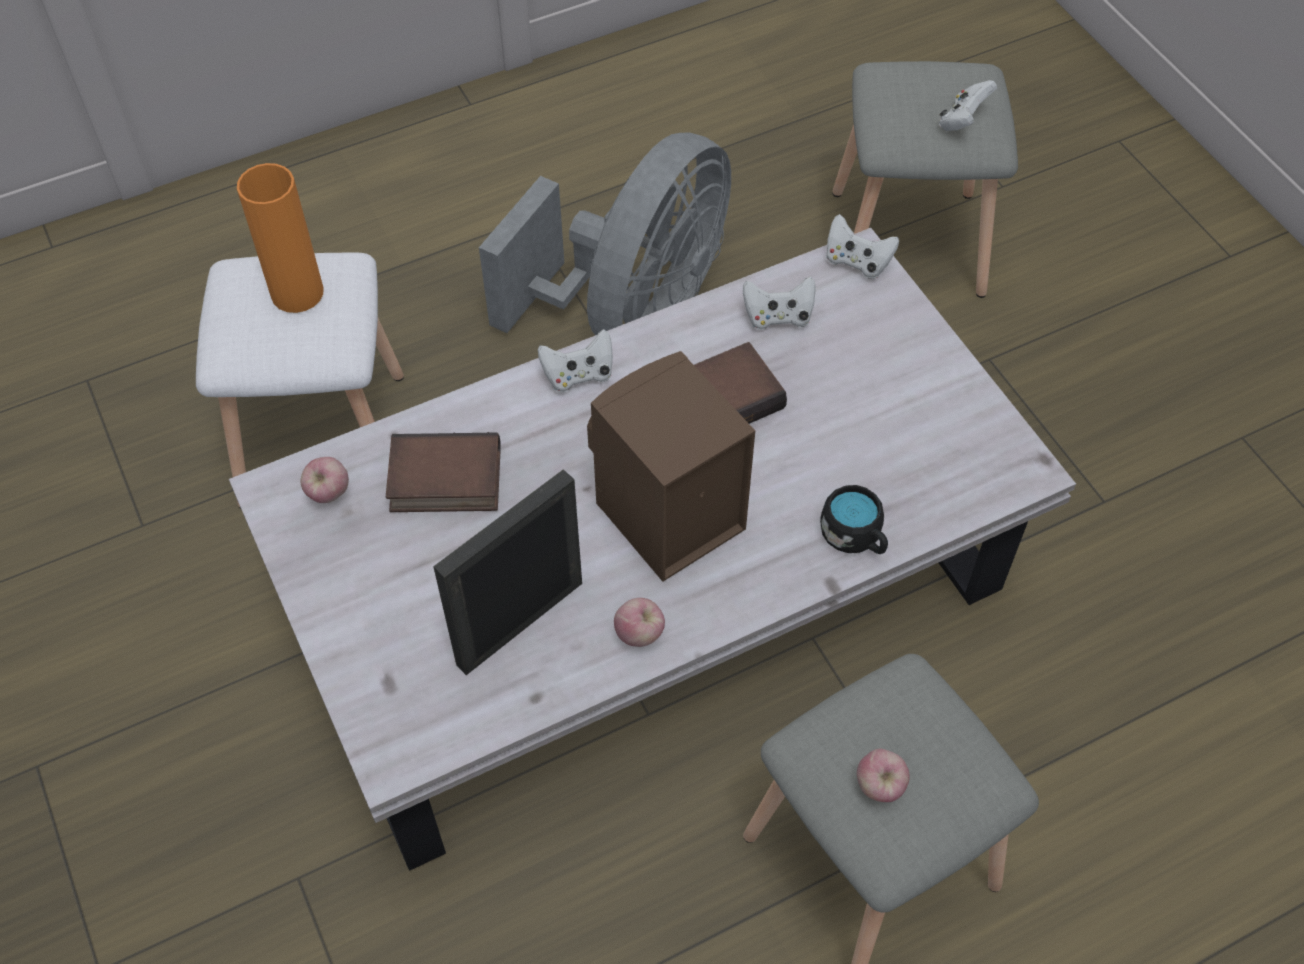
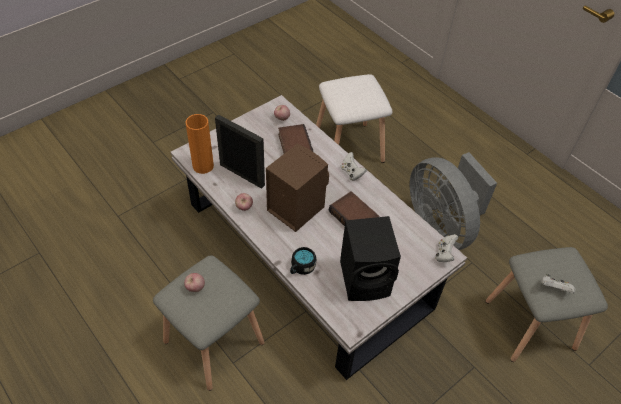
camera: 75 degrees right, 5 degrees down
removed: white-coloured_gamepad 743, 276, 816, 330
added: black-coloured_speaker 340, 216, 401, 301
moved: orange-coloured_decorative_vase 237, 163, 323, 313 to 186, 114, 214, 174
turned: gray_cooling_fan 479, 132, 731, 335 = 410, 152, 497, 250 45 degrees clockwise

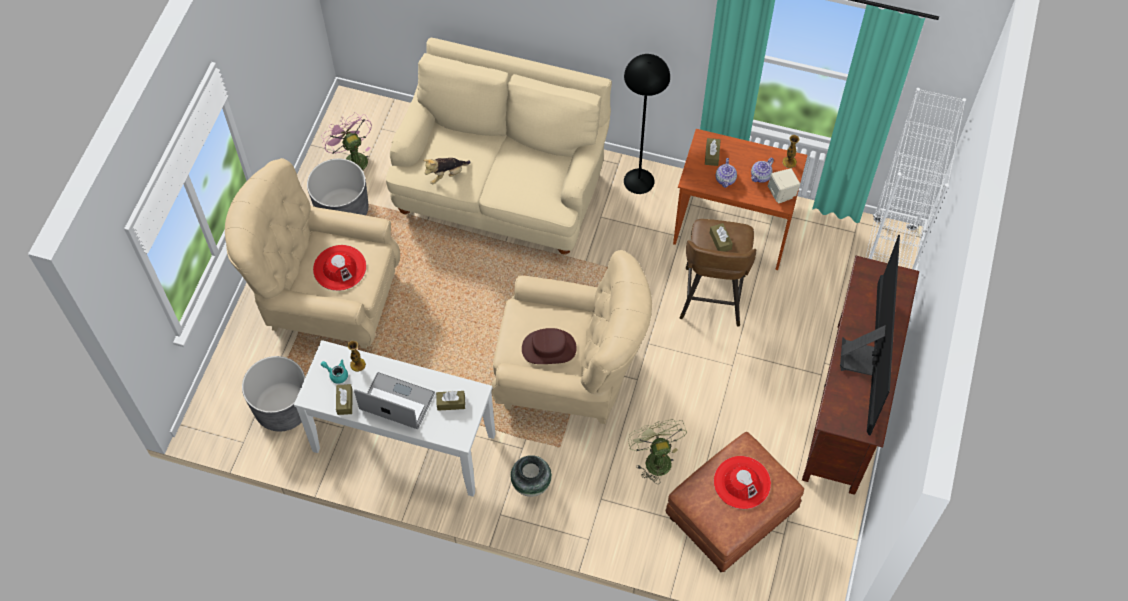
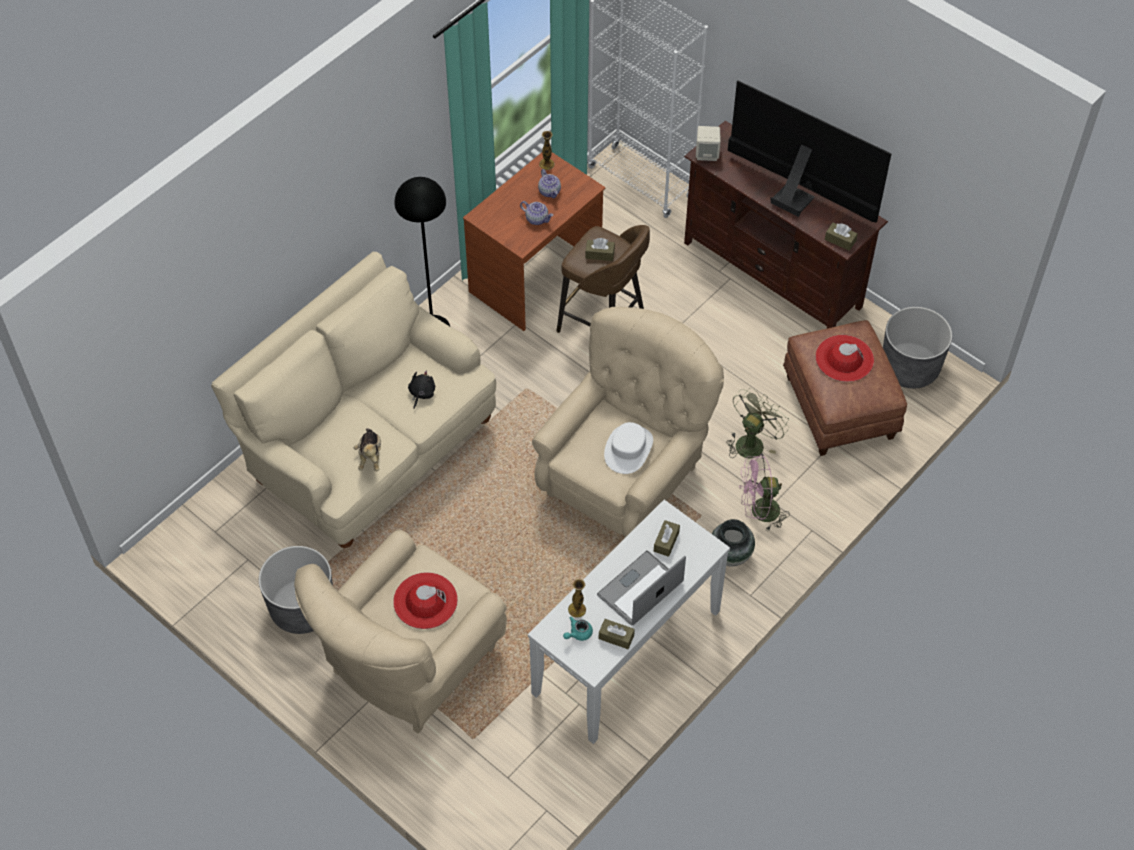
camera: 65 degrees left, 5 degrees down
added: black-coloured_plush_toy 408, 371, 436, 409
moved: pinkish_cooling_fan 321, 112, 372, 170 to 739, 455, 790, 530; brown-coloured_box_of_tissues 705, 138, 721, 166 to 825, 223, 858, 251; beige-coloured_speaker 768, 168, 800, 204 to 696, 126, 721, 161; gray_planter 242, 356, 305, 431 to 883, 307, 952, 389
recoloured: brown-coloured_hat 522, 328, 577, 364 to white-coloured_hat 604, 422, 653, 474
turned: green-coloured_cooling_fan 628, 419, 687, 484 = 726, 388, 789, 458 120 degrees clockwise

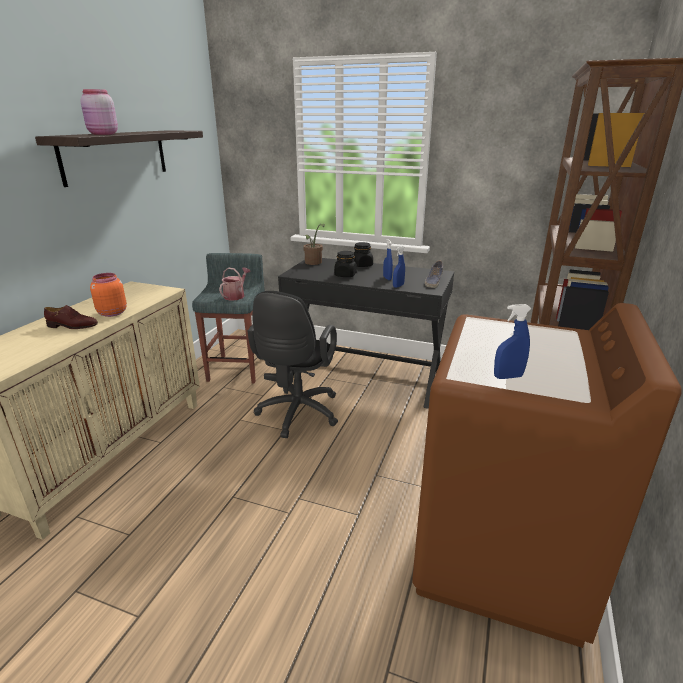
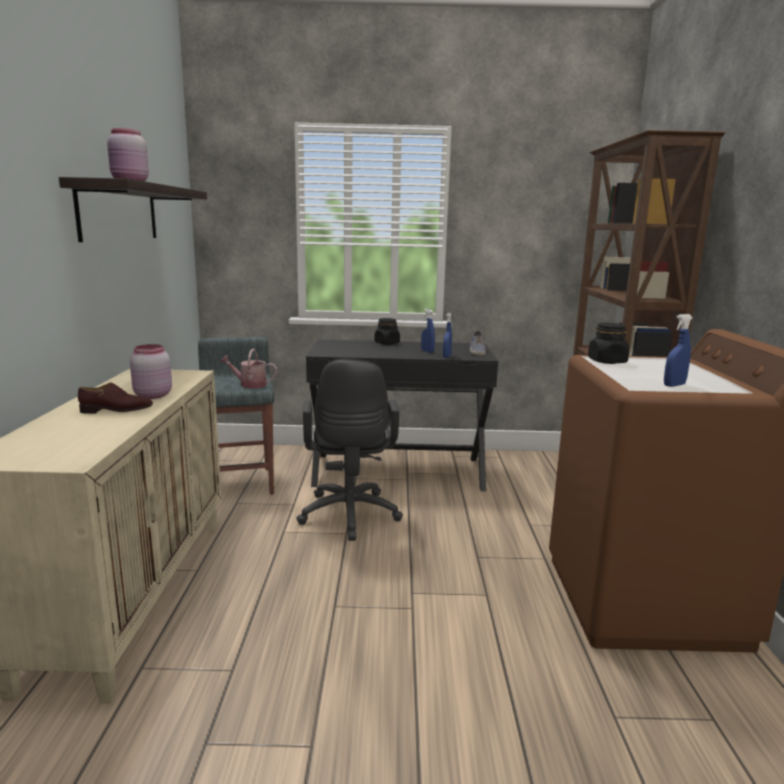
camera: 20 degrees left, 10 degrees down
removed: potted_plant 303, 224, 325, 265
moved: black-coloured_storage_jar 334, 251, 357, 277 to 588, 323, 629, 364
recoloured: orange-coloured_storage_jar 90, 273, 127, 317 to pinkish_storage_jar 130, 344, 172, 399
turned: sprinkling_can 219, 267, 251, 301 = 220, 349, 277, 388 90 degrees counterclockwise

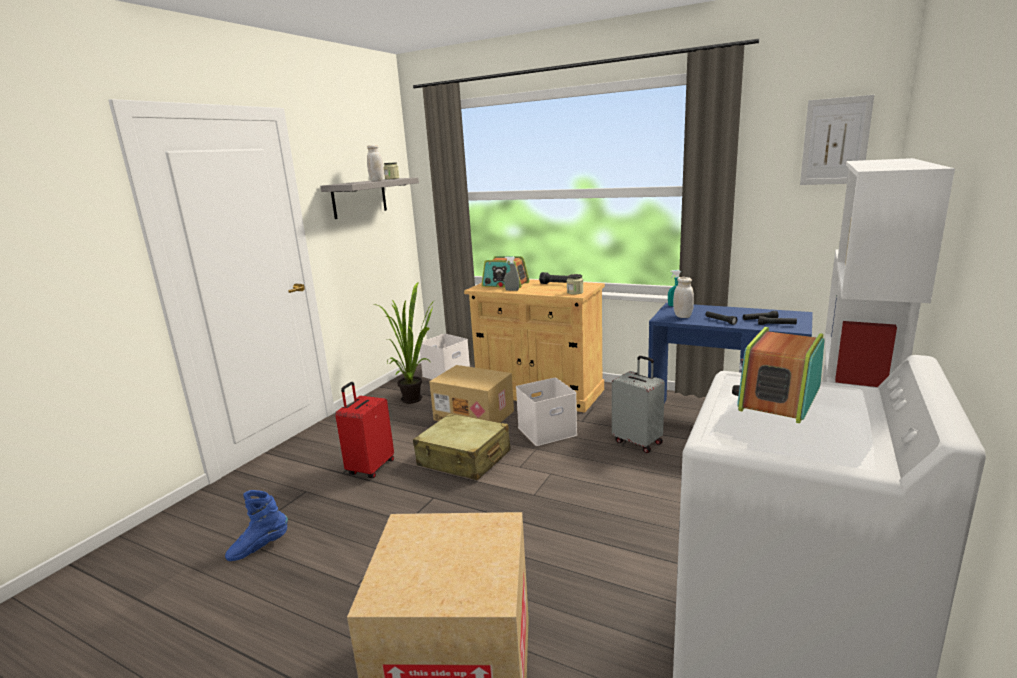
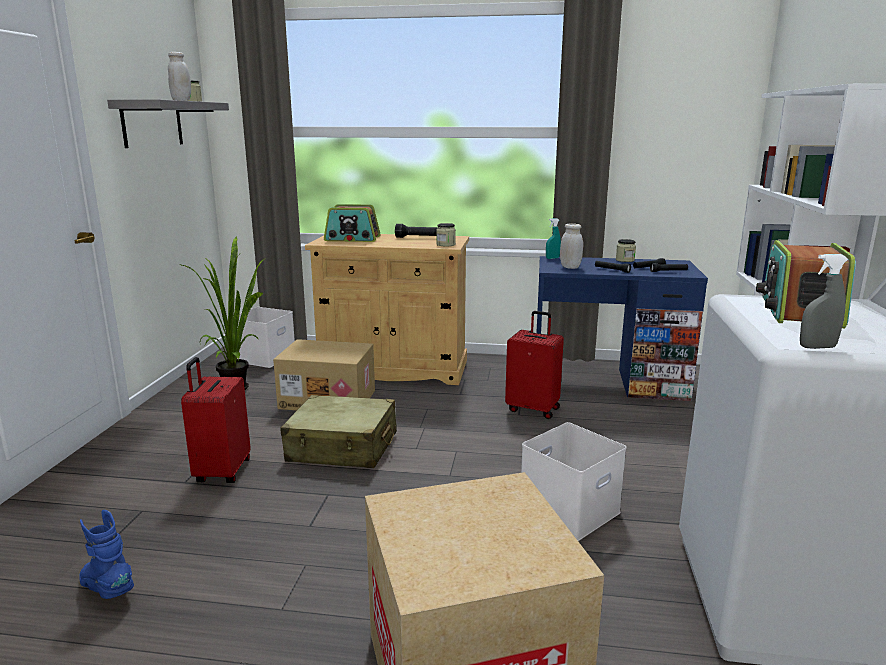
camera: 20 degrees left, 0 degrees up
removed: picture 800, 95, 874, 185
added: storage_jar 616, 239, 636, 262
moved: gray_sprayer 504, 256, 519, 291 to 800, 254, 848, 349; white-coloured_storage_box 516, 378, 578, 446 to 521, 422, 627, 541
recoloured: gray_suitcase 612, 356, 665, 453 to reddish_suitcase 505, 311, 564, 419
turned: blue_tall_boot 225, 490, 288, 561 = 79, 510, 134, 599 90 degrees clockwise

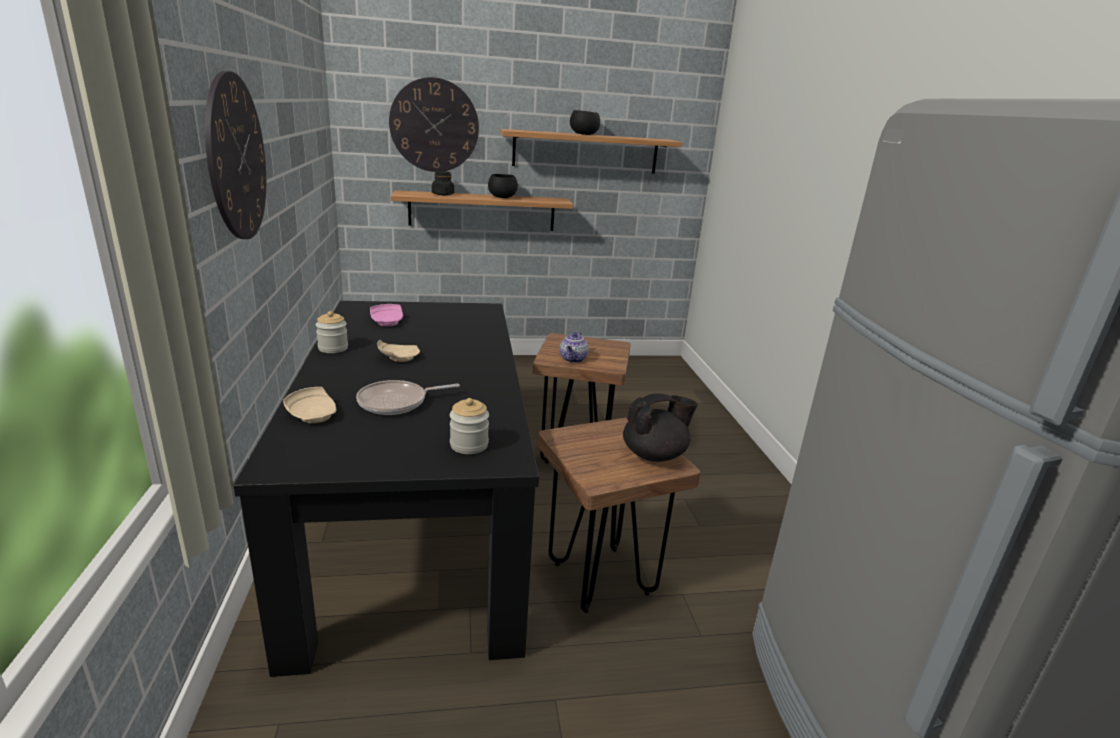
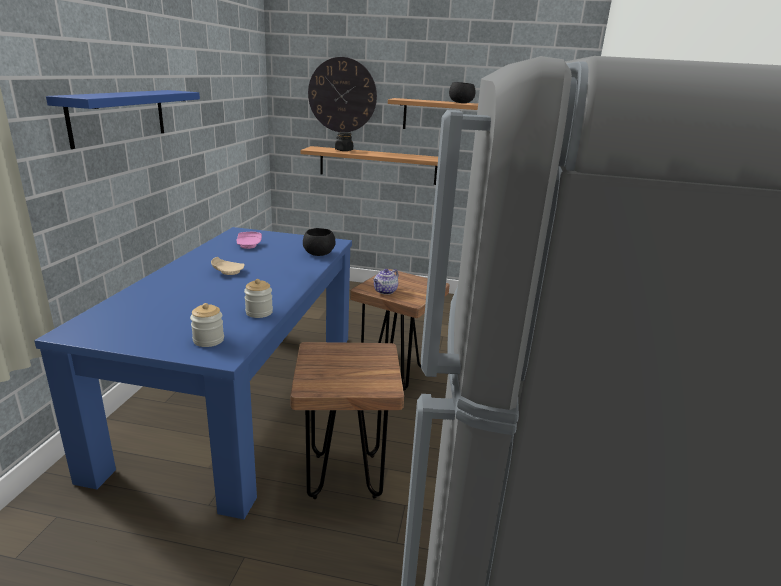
camera: 20 degrees right, 0 degrees up
removed: frying_pan 356, 380, 460, 415; beige-coloured_plate 283, 387, 337, 423; black-coloured_teapot 623, 393, 698, 462
moved: black-coloured_deep_dish 488, 174, 518, 198 to 303, 228, 336, 256; storage_jar 316, 311, 348, 353 to 244, 279, 273, 318
replaced: hanging_clock 205, 71, 266, 239 to blue_bracket_shelf 46, 90, 200, 149
recoloured: black-coloured_dining_table 233, 301, 539, 677 to blue_dining_table 34, 227, 352, 519

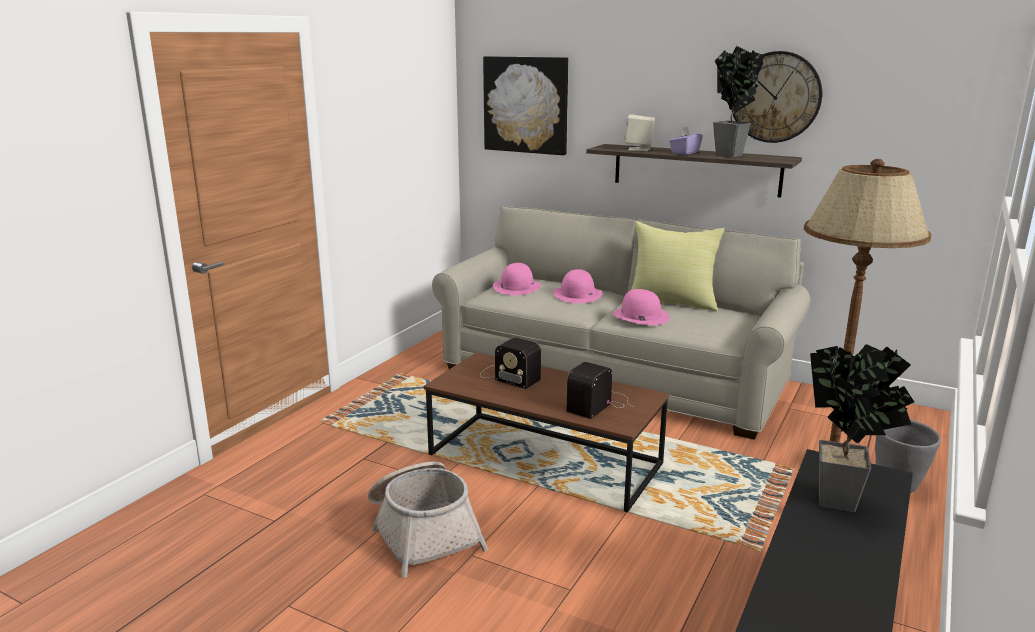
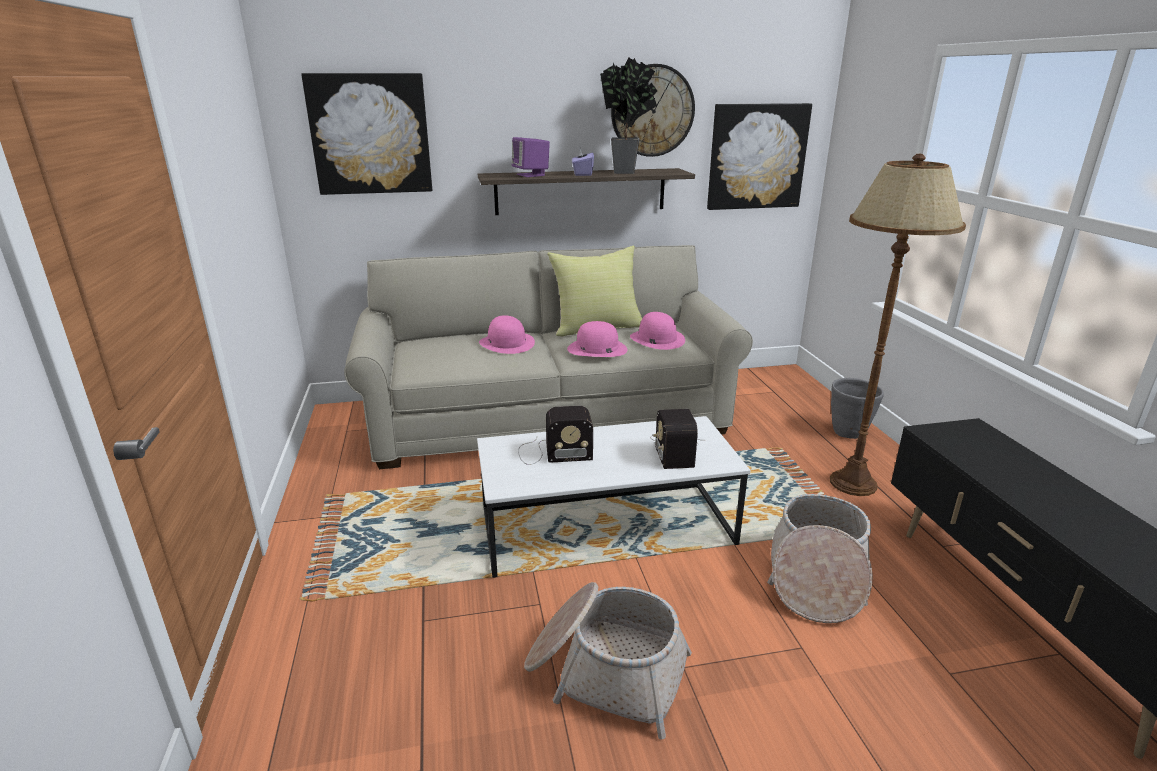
camera: 40 degrees left, 5 degrees up
removed: potted_plant 810, 344, 914, 512
added: picture 707, 103, 812, 210; basket 767, 494, 873, 623
moved: pinkish_hat 493, 263, 541, 295 to 630, 312, 685, 350
recoloured: beige-coloured_speaker 624, 114, 655, 151 to purple_speaker 512, 137, 550, 177; brown-coloured_coffee_table 424, 352, 669, 512 to white-coloured_coffee_table 477, 416, 750, 578

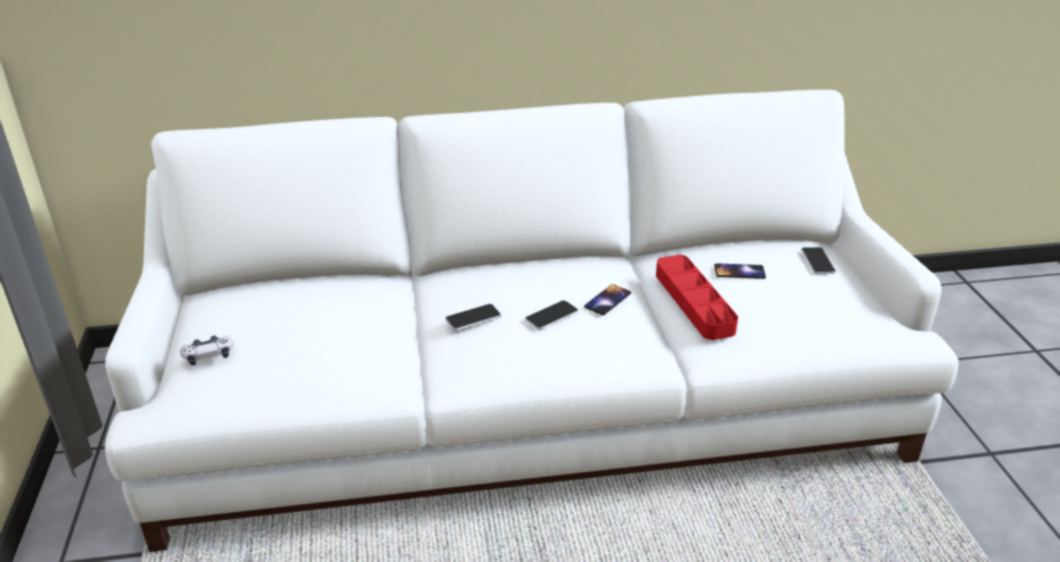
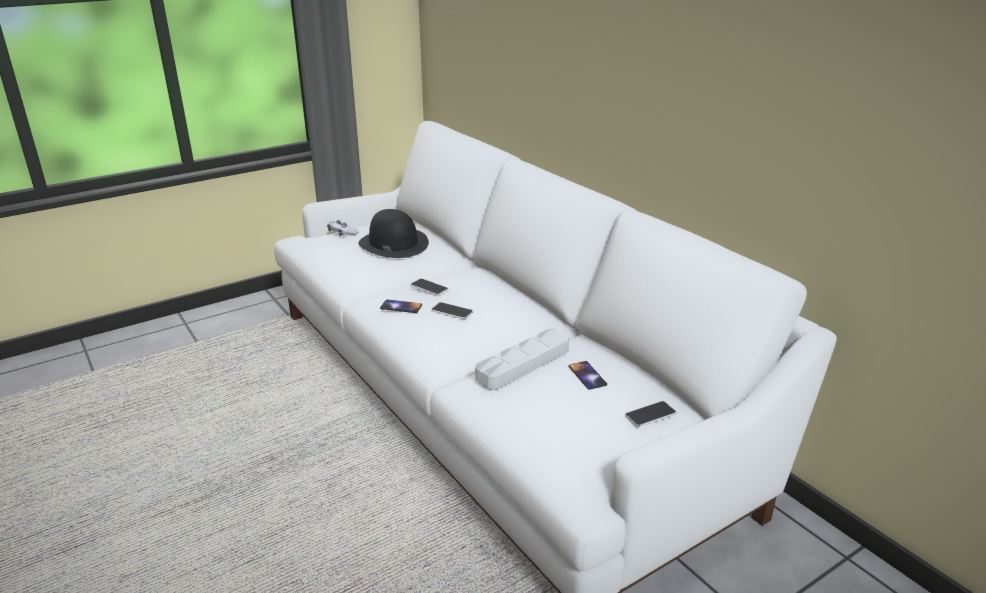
camera: 65 degrees right, 5 degrees down
added: black-coloured_hat 359, 209, 429, 258
moved: telephone 584, 284, 631, 315 to 380, 300, 422, 313
recoloured: reddish_carrying_tray 656, 255, 738, 340 to gray_carrying_tray 475, 329, 569, 390

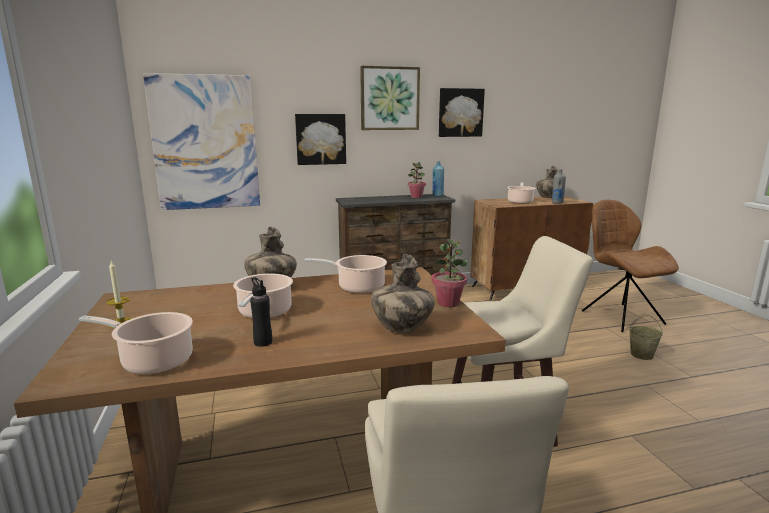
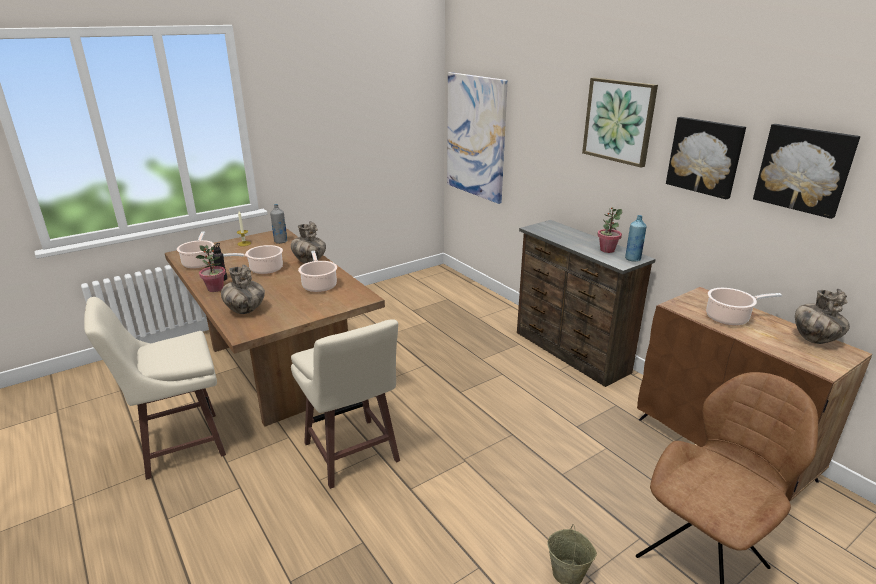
camera: 70 degrees right, 10 degrees up
moved: picture 295, 114, 346, 165 to 753, 124, 860, 219; gray_bottle 552, 169, 566, 204 to 270, 204, 287, 244; potted_plant 432, 239, 468, 307 to 196, 245, 226, 292

